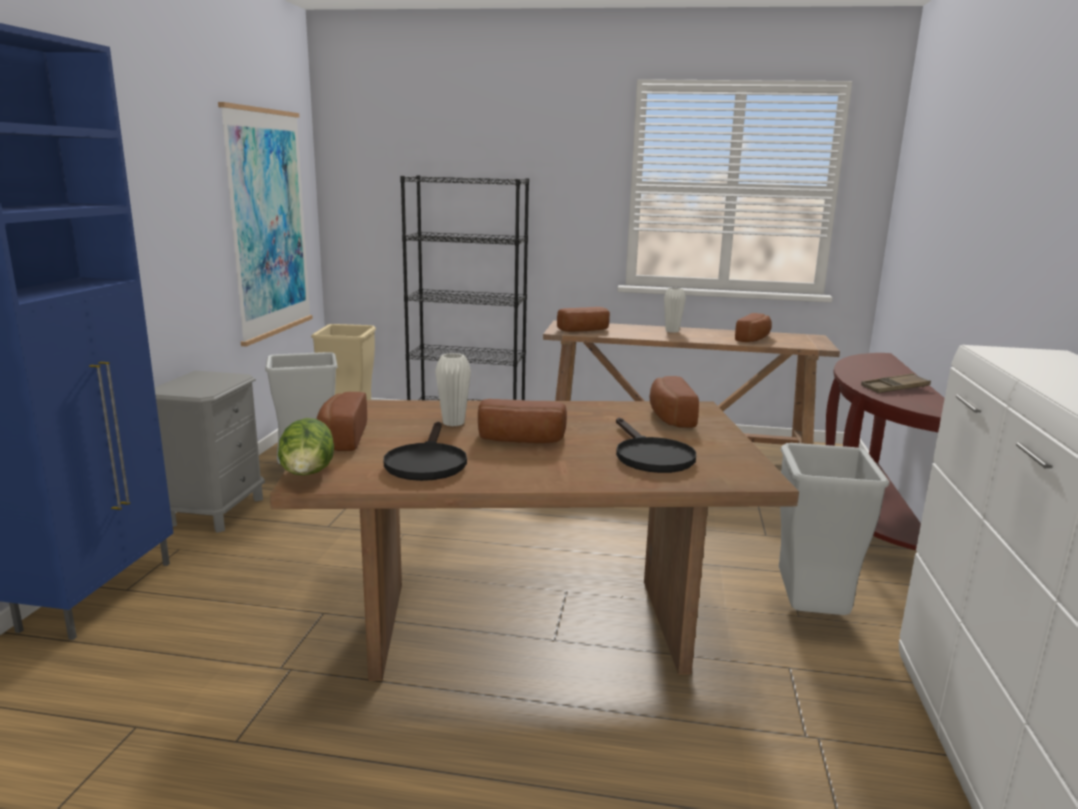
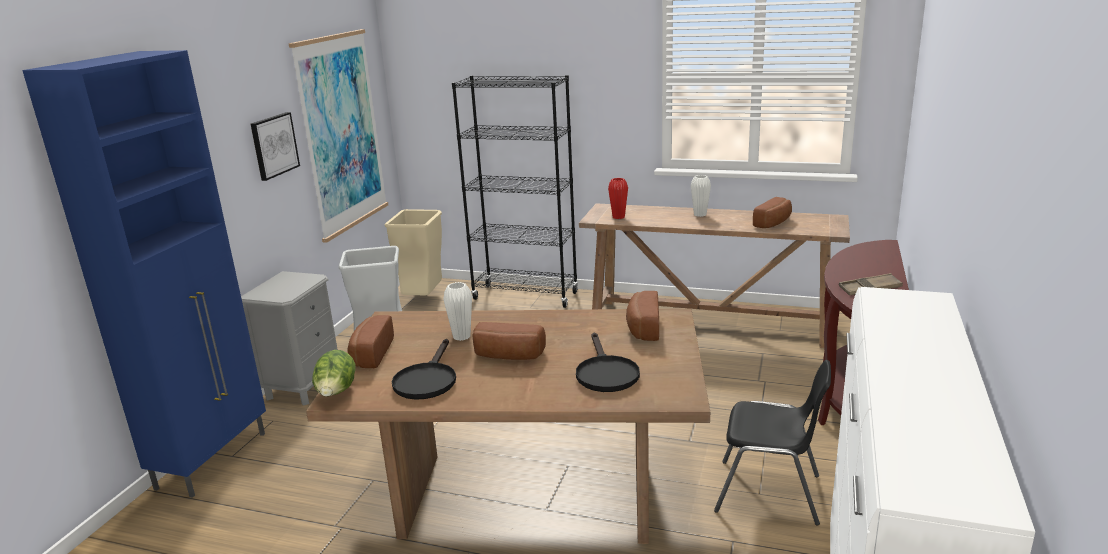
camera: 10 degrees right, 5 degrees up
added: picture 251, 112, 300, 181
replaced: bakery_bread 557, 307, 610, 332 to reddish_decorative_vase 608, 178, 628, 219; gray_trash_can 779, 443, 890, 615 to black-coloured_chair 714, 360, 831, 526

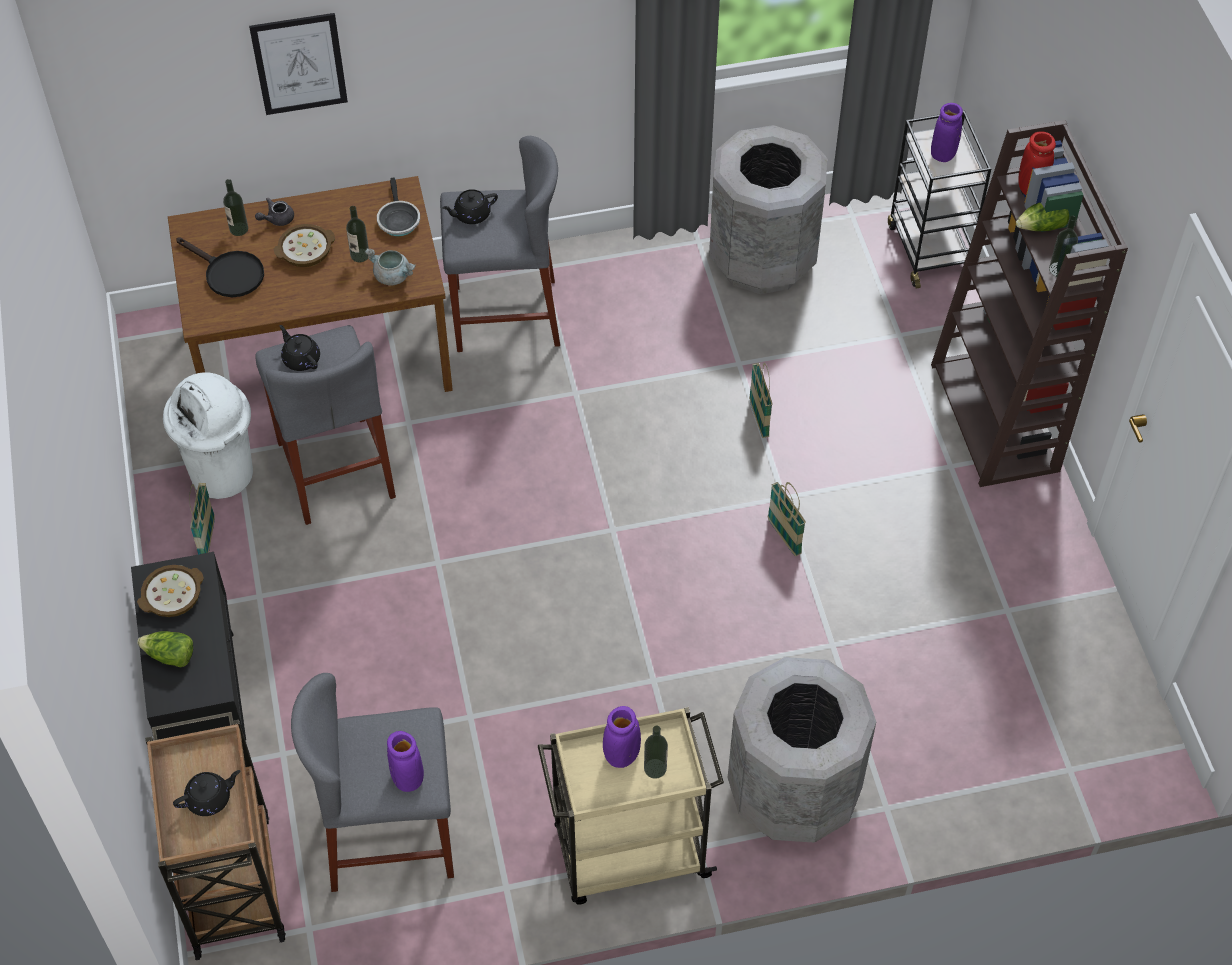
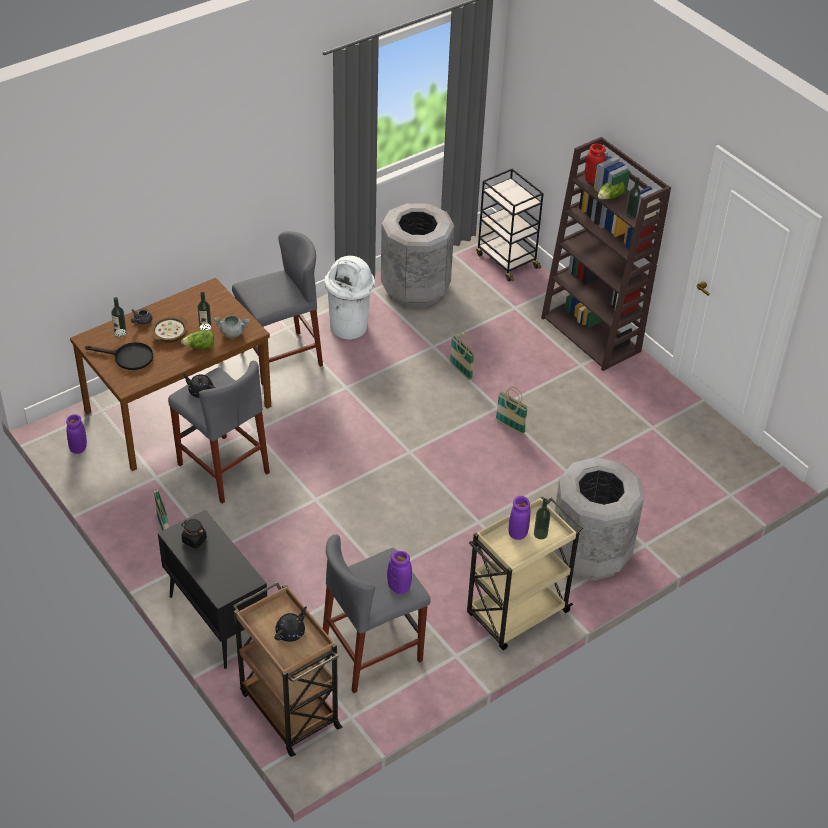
camera: 25 degrees left, 10 degrees down
removed: picture 249, 13, 348, 115; frying_pan 377, 177, 420, 236; black-coloured_teapot 442, 189, 498, 224
moved: purple_decorative_vase 931, 103, 963, 162 to 66, 414, 87, 454; white-coloured_trash_can 163, 372, 253, 499 to 324, 256, 375, 340; head_of_lettuce 137, 631, 193, 668 to 181, 330, 214, 349
replaced: deep_dish 137, 565, 204, 617 to black-coloured_storage_jar 181, 519, 207, 548

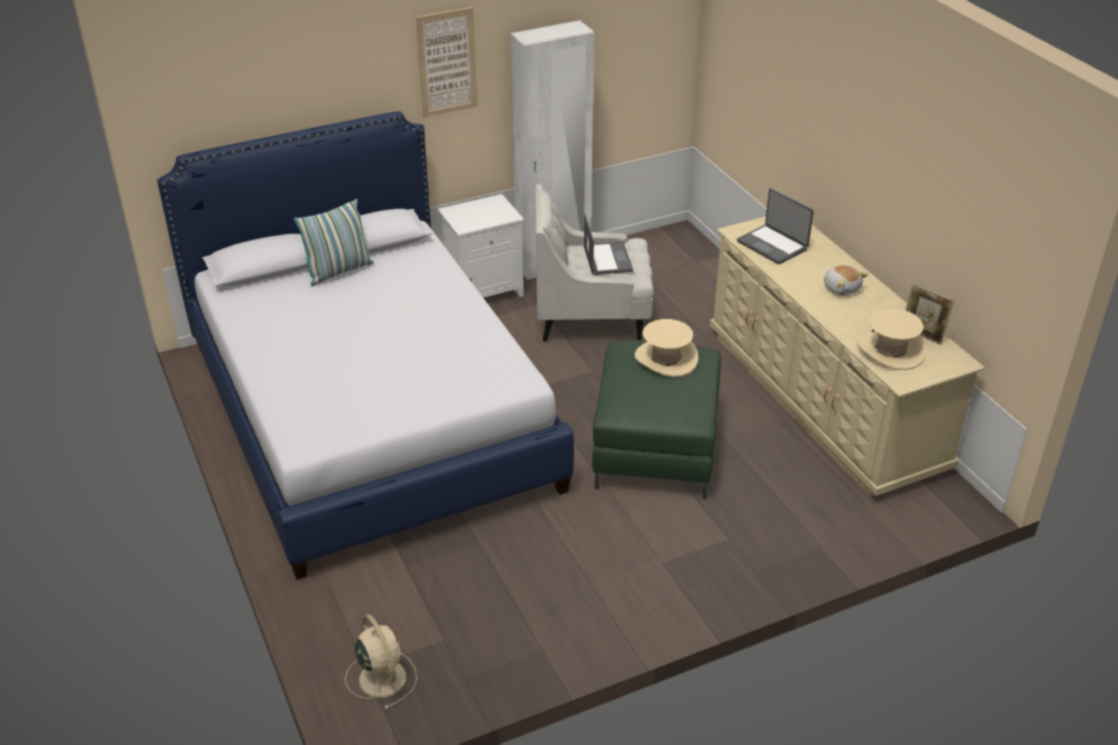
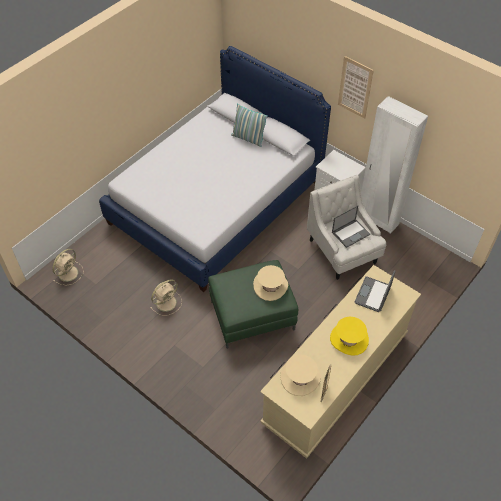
camera: 65 degrees right, 15 degrees up
added: beige-coloured_cooling_fan 150, 279, 182, 316
replaced: plush_toy 824, 265, 868, 296 to yellow-coloured_hat 330, 317, 369, 356

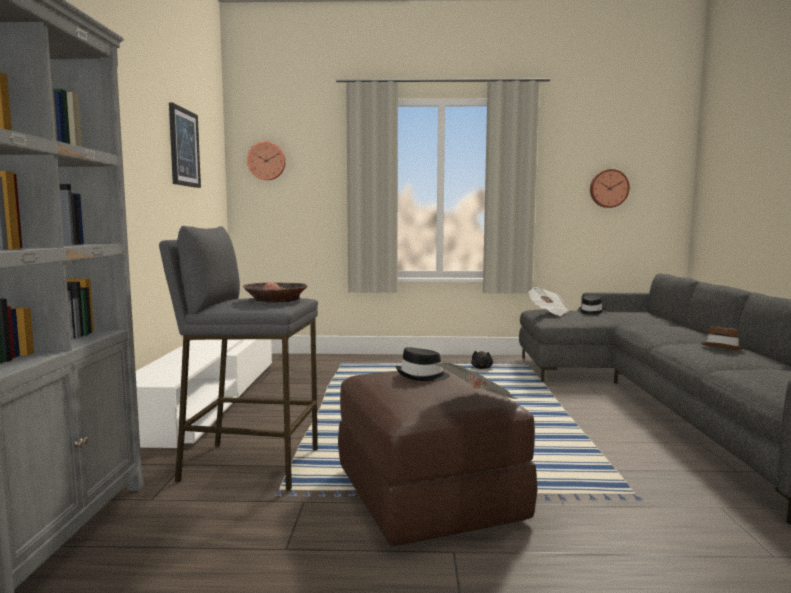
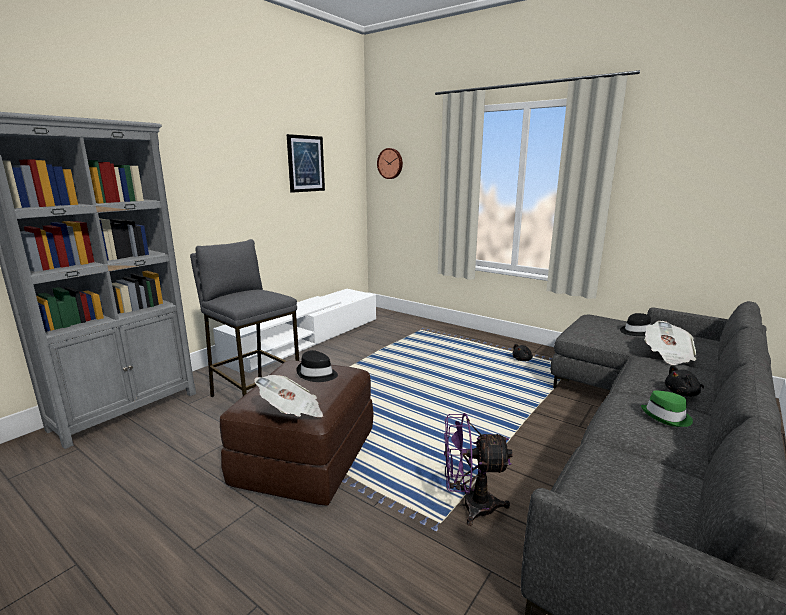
camera: 35 degrees right, 10 degrees up
removed: hanging_clock 590, 169, 630, 208; deep_dish 243, 282, 308, 302
added: black-coloured_plush_toy 665, 365, 704, 397; purple_cooling_fan 444, 413, 513, 526
moved: printed_paper 528, 287, 570, 316 to 645, 321, 696, 365
recoloured: brown-coloured_hat 701, 326, 744, 350 to green-coloured_hat 641, 390, 693, 427

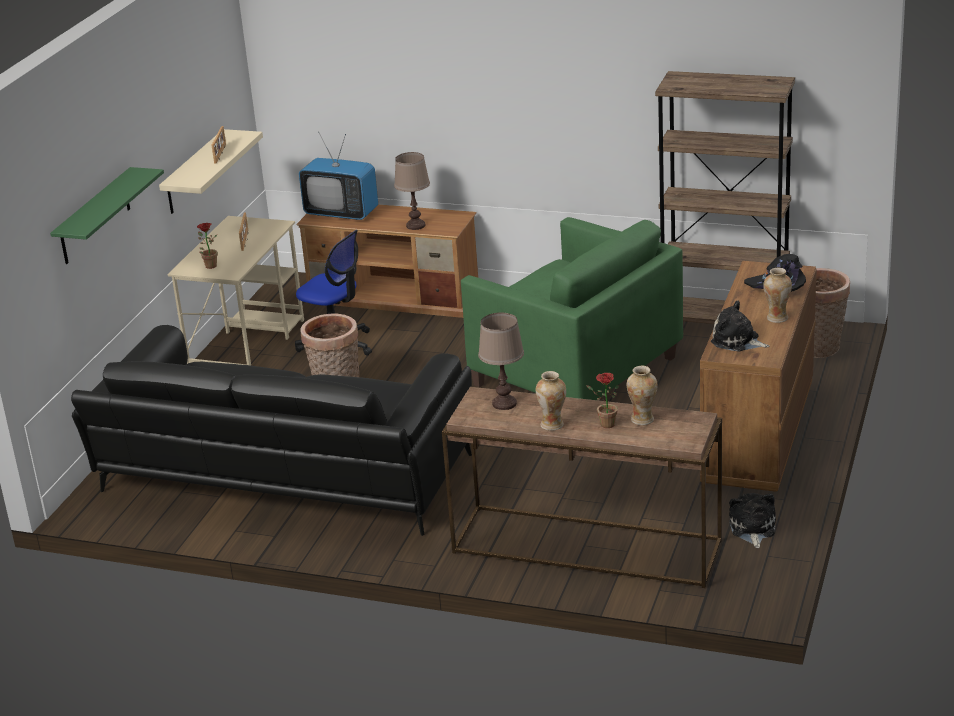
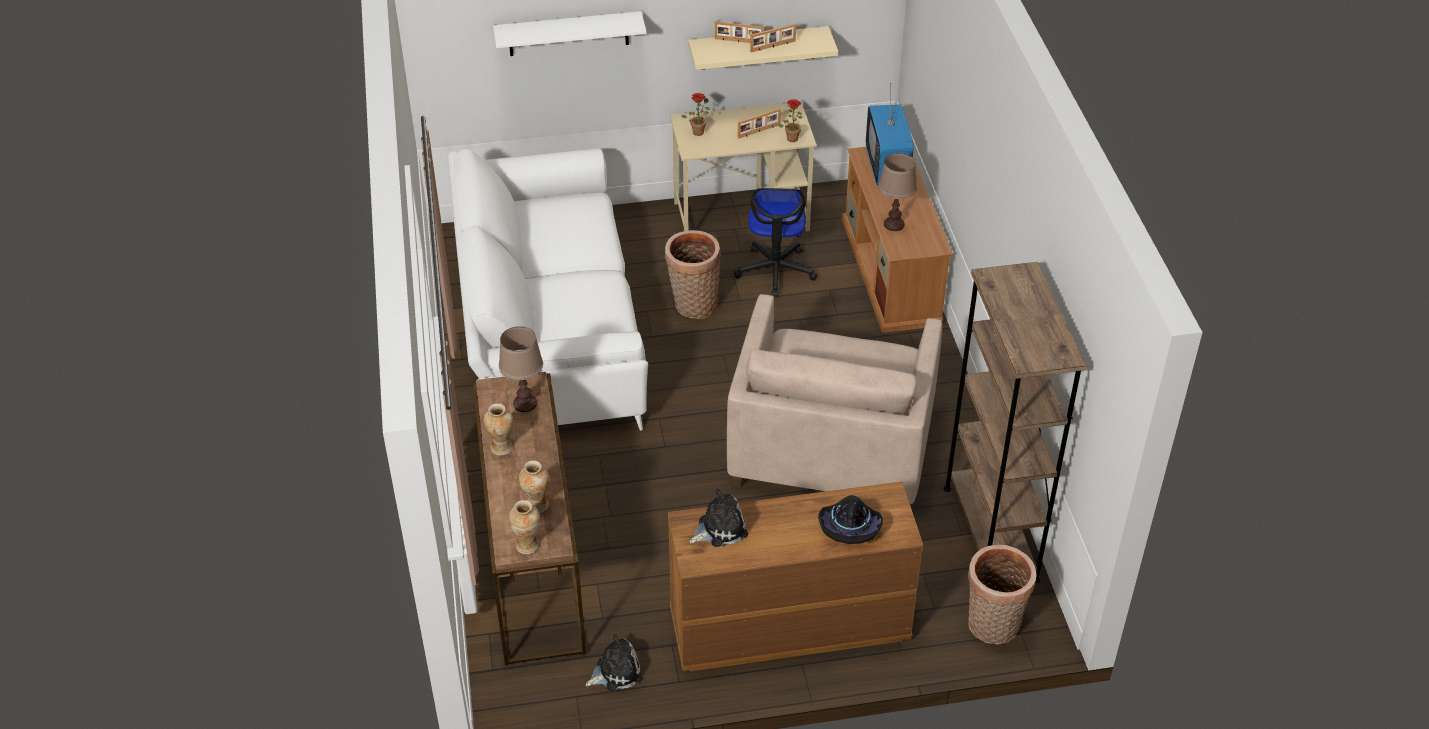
camera: 60 degrees right, 15 degrees up
added: standing_frame 715, 21, 764, 43
moved: decorative_vase 763, 268, 792, 323 to 509, 500, 540, 554; potted_plant 586, 373, 619, 428 to 779, 99, 802, 142
recoloured: green-coloured_bracket_shelf 50, 167, 164, 264 to white-coloured_bracket_shelf 493, 11, 647, 56; green-coloured_lounge_chair 461, 217, 683, 400 to beige-coloured_lounge_chair 727, 294, 942, 504; black-coloured_sofa 71, 325, 472, 536 to white-coloured_sofa 447, 148, 648, 431
turned: plush_toy 711, 301, 769, 352 = 689, 489, 748, 547 60 degrees clockwise

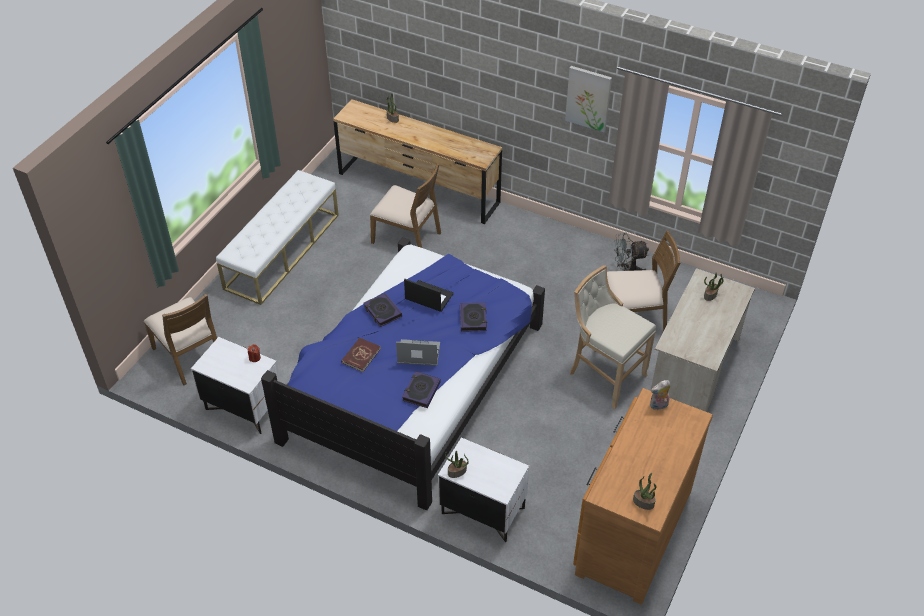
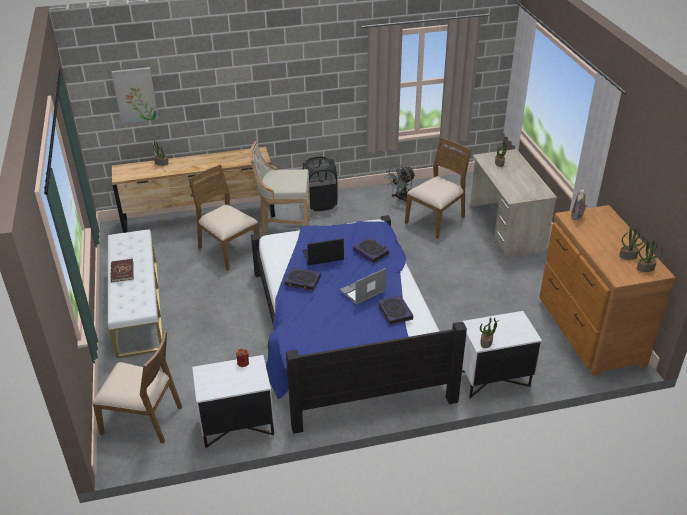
camera: 40 degrees left, 10 degrees down
added: black-coloured_washing_basket 303, 156, 338, 211; potted_plant 619, 226, 644, 260
moved: picture 565, 66, 612, 132 to 112, 67, 159, 123; beige-coloured_stool_seat 570, 265, 656, 409 to 250, 141, 311, 237; reddish_volume 341, 338, 381, 372 to 110, 259, 134, 282
turned: brown-coloured_chair 370, 163, 441, 248 = 189, 165, 259, 271 120 degrees counterclockwise

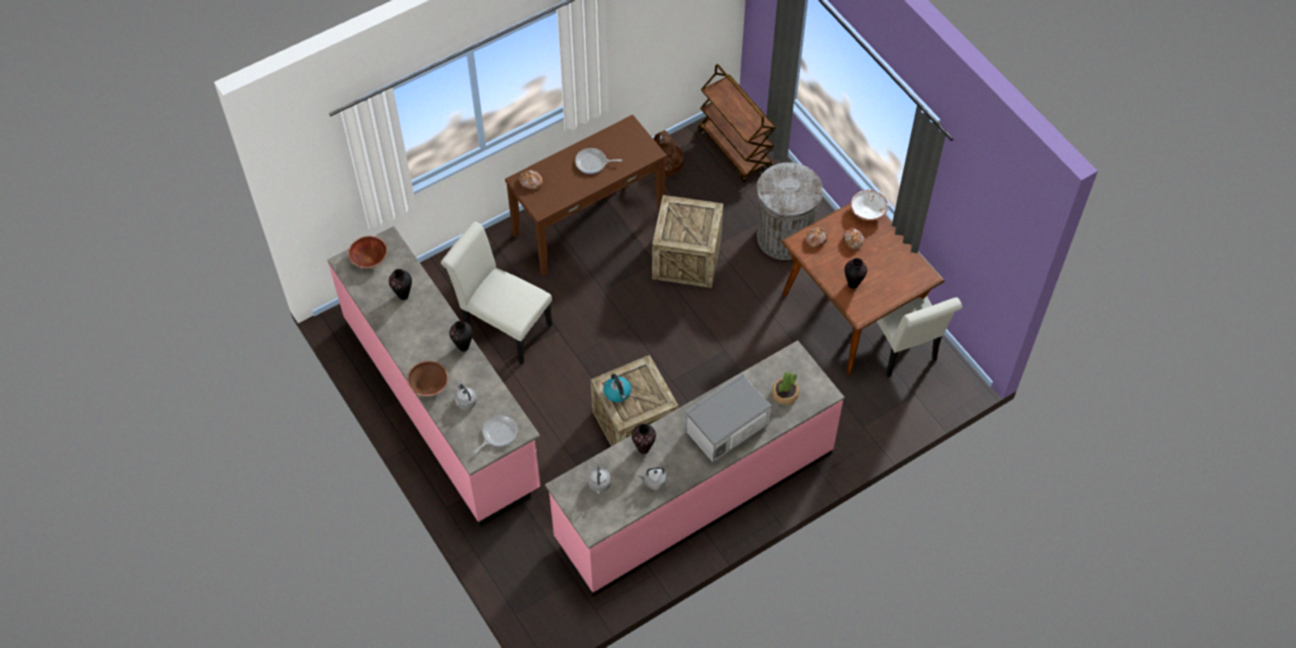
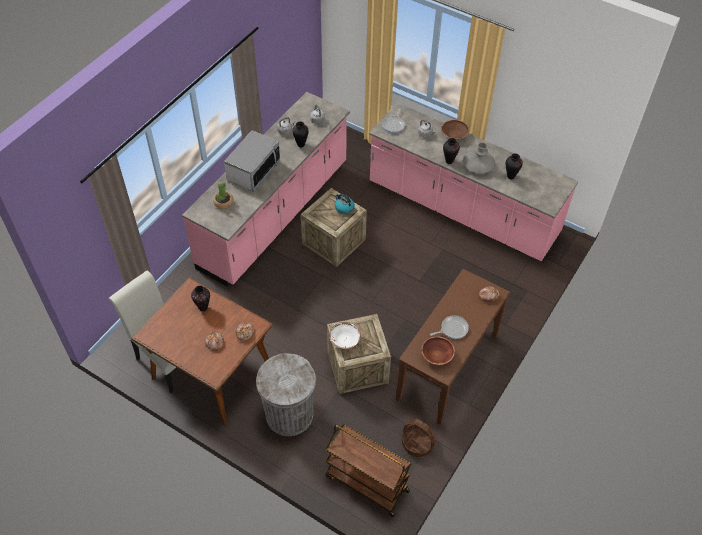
camera: 155 degrees right, 5 degrees down
removed: white-coloured_chair 441, 222, 552, 365
added: gray_decorative_vase 463, 143, 495, 173
moved: white-coloured_deep_dish 850, 190, 888, 220 to 329, 322, 361, 349; brown-coloured_deep_dish 348, 236, 388, 268 to 421, 337, 455, 365

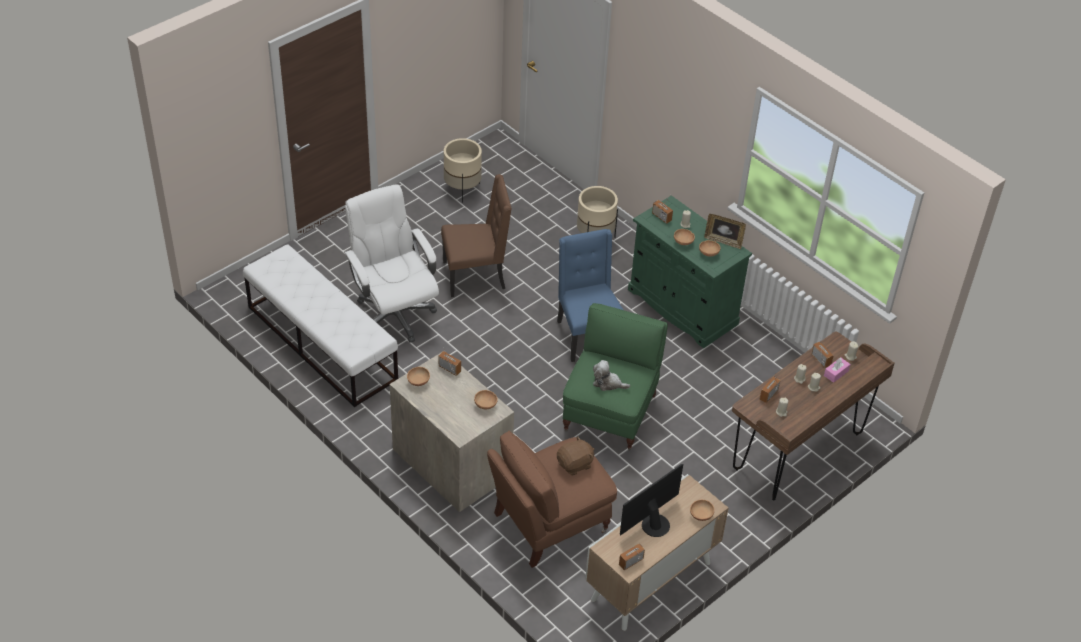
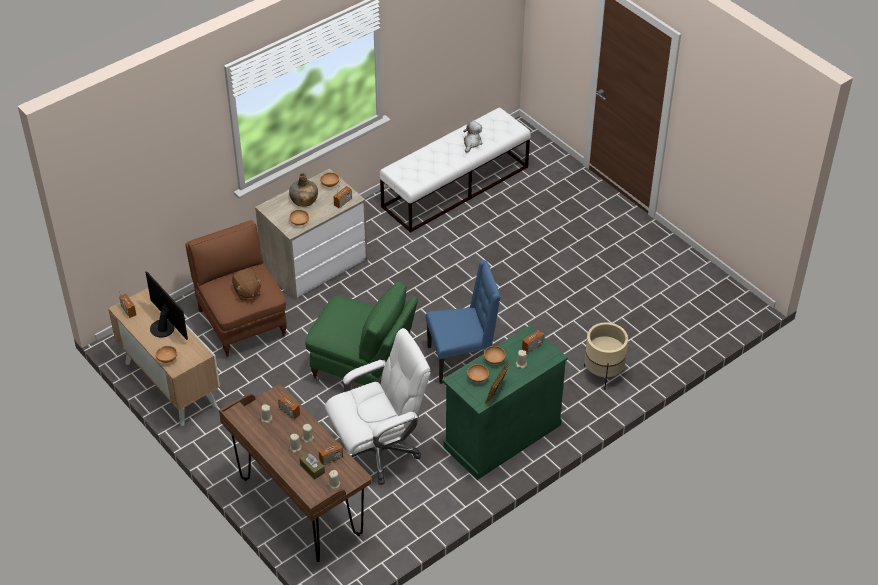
camera: 95 degrees right, 0 degrees up
removed: beige-coloured_planter 444, 138, 482, 203; brown-coloured_chair 441, 174, 512, 297
added: green-coloured_bottle 289, 173, 318, 207
moved: white-coloured_office_chair 344, 185, 439, 342 to 325, 328, 431, 485; plush_toy 593, 360, 630, 391 to 463, 121, 482, 153
recoloured: pinkish_box_of_tissues 824, 357, 850, 383 to brown-coloured_box_of_tissues 300, 452, 325, 479

